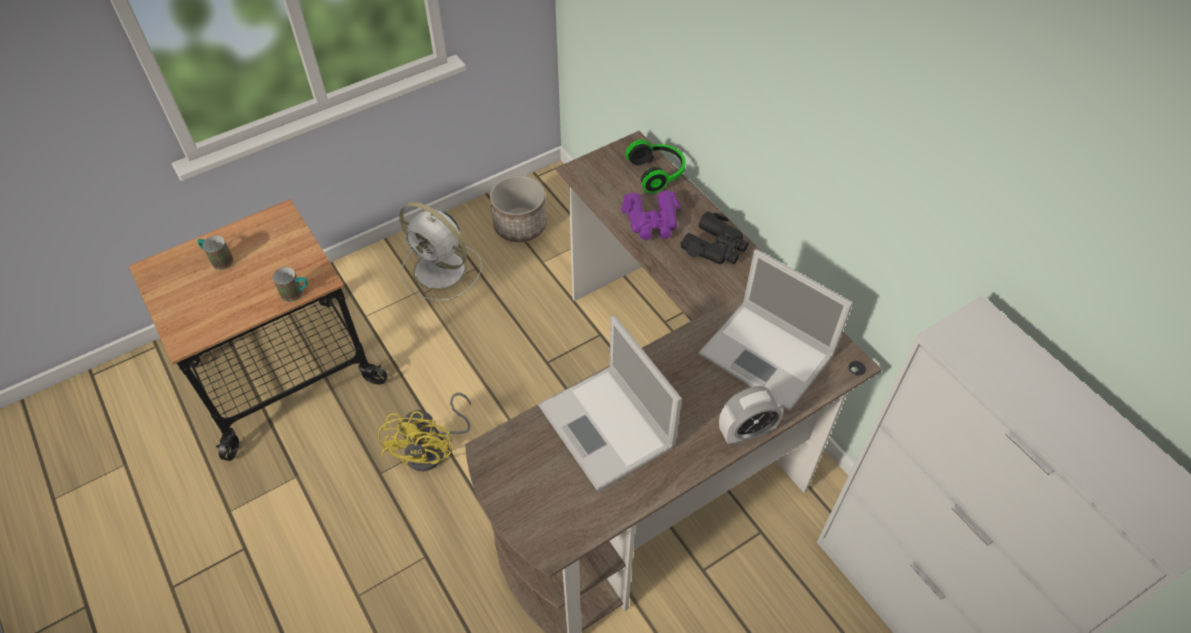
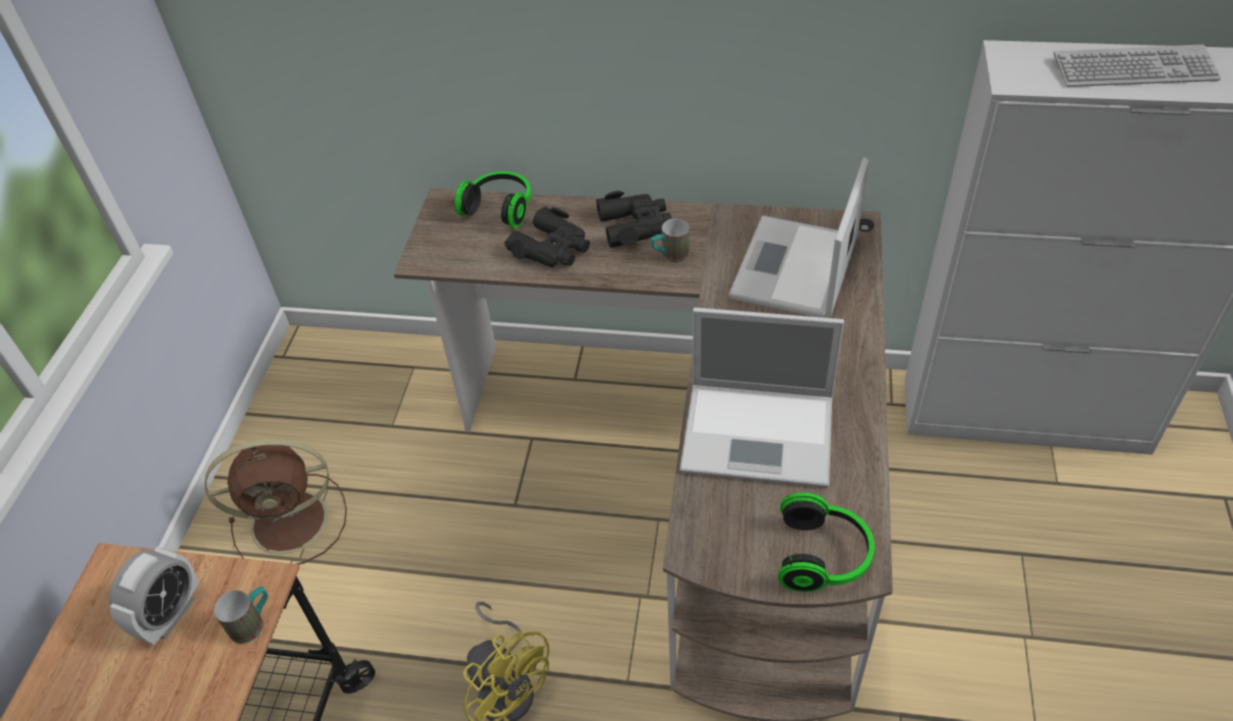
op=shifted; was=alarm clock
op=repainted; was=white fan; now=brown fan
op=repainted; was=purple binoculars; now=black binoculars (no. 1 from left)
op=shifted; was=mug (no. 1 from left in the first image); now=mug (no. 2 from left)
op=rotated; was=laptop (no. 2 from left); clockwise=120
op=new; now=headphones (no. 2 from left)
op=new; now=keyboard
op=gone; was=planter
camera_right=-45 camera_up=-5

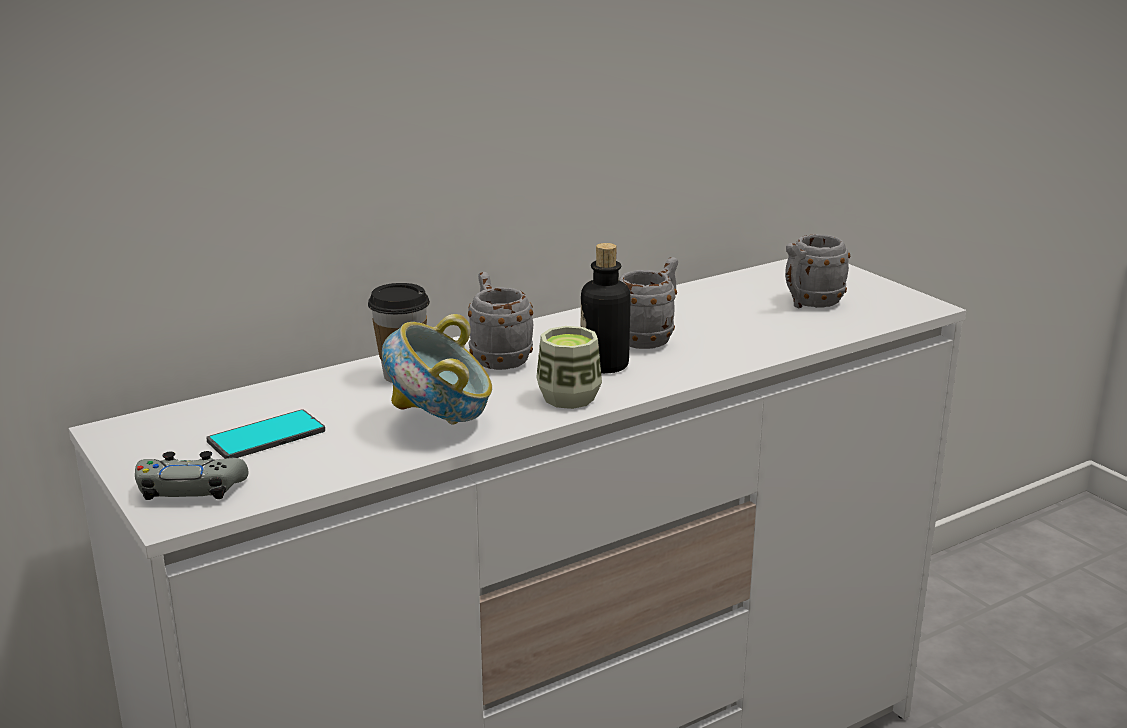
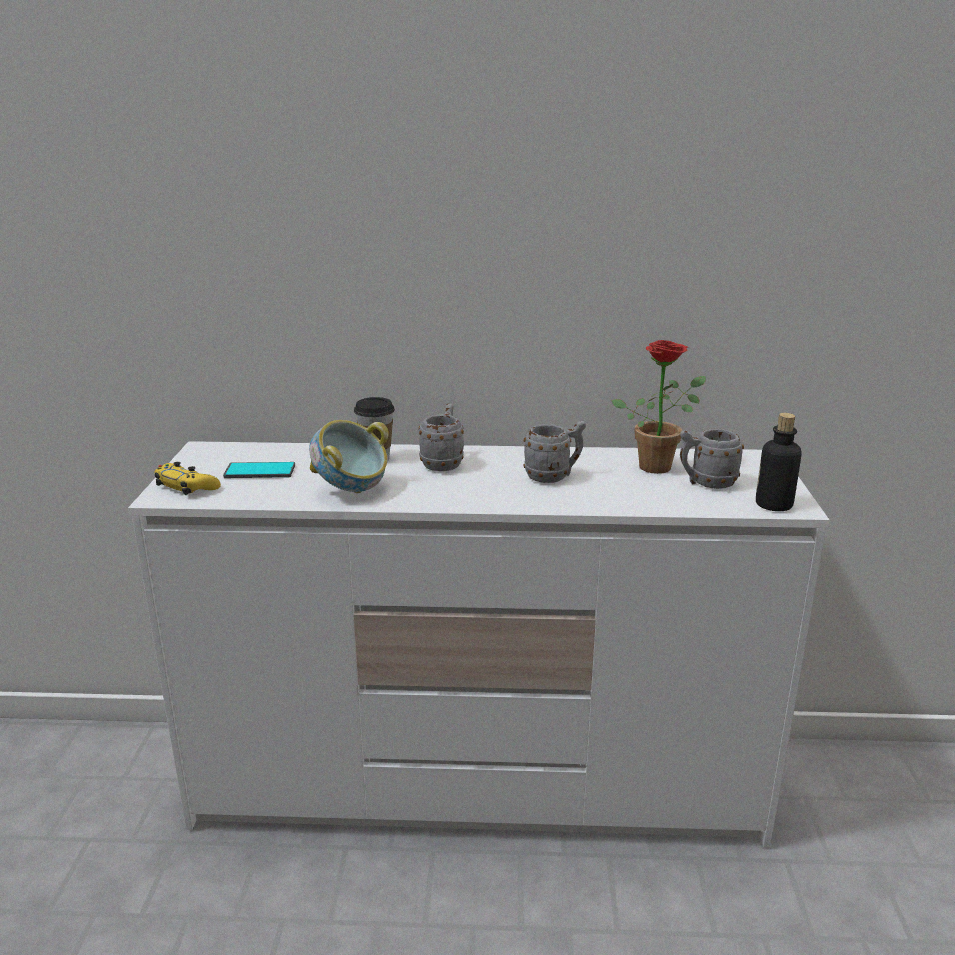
op=repainted; was=grey game controller; now=yellow game controller
op=new; now=potted plant
op=shifted; was=bottle
op=gone; was=cup (no. 2 from left)
camera_right=35 camera_up=0

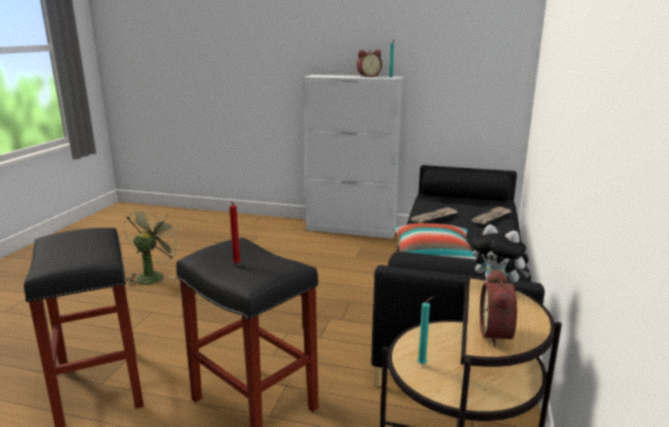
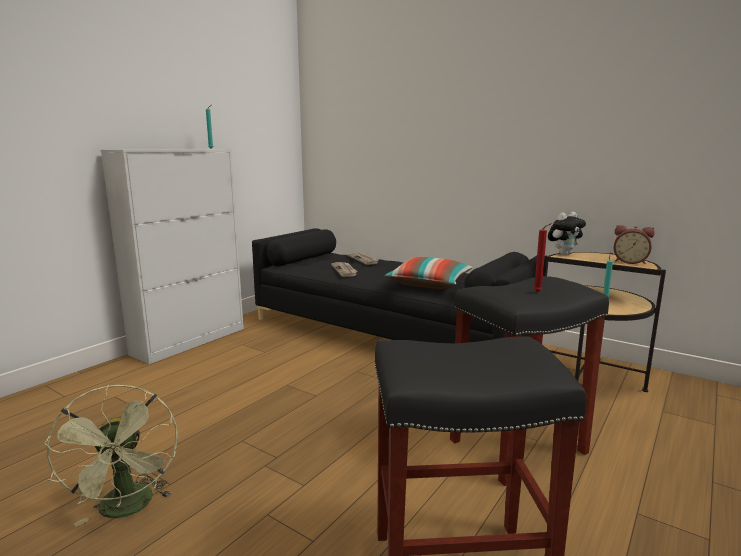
op=rotated; was=green fan; clockwise=-150
op=gone; was=alarm clock (no. 1 from left)
camera_right=-70 camera_up=-5

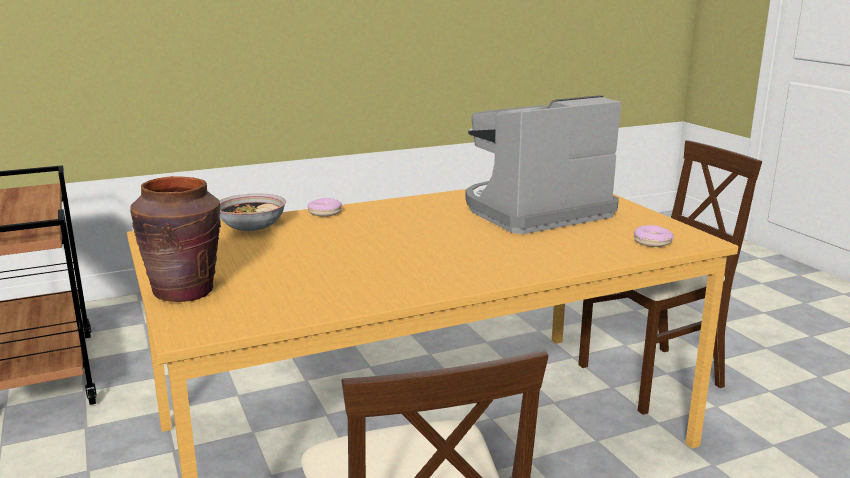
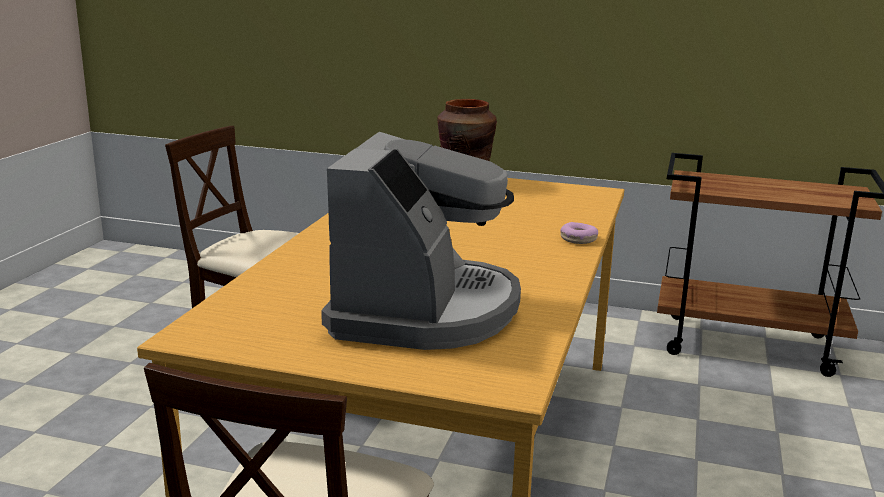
op=gone; was=bowl
op=gone; was=donut (no. 2 from left)
camera_right=130 camera_up=0

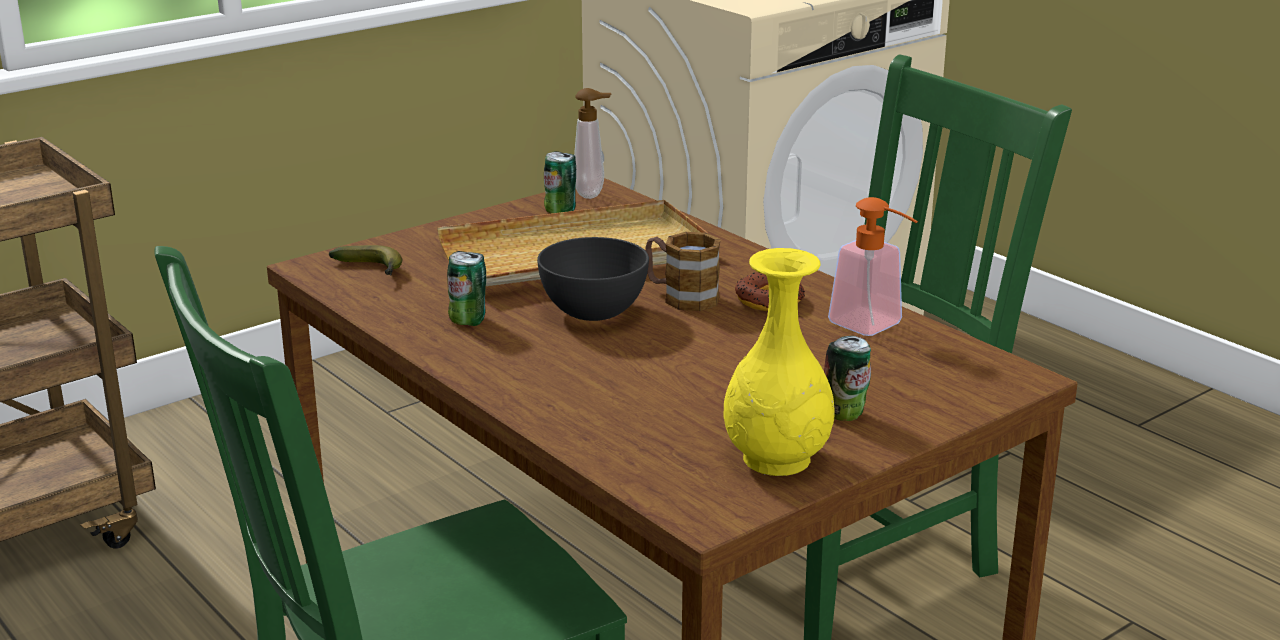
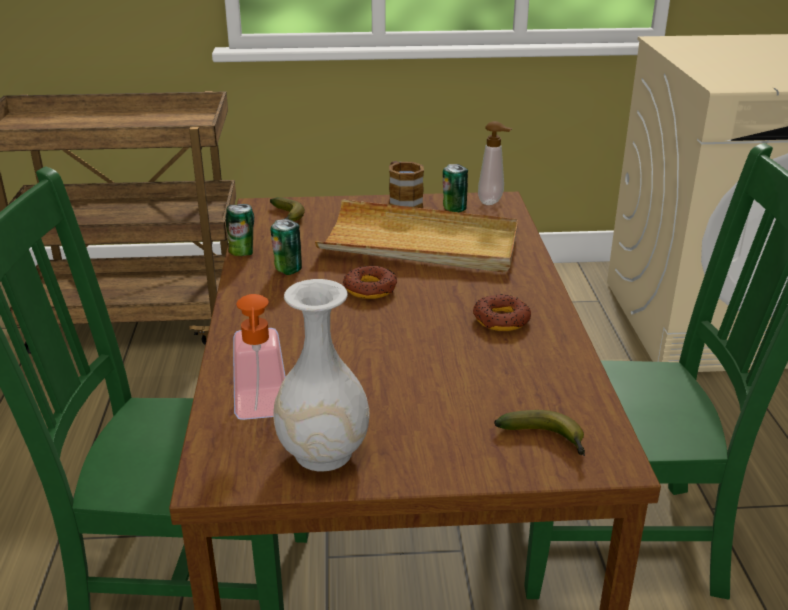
op=shifted; was=can (no. 3 from left in the first image); now=can (no. 1 from left)
op=shifted; was=soap dispenser (no. 2 from left in the first image); now=soap dispenser (no. 1 from left)
op=repainted; was=yellow vase; now=white vase
op=swapped; was=grey bowl; now=donut (no. 1 from left)
op=shifted; was=mug
op=new; now=banana (no. 2 from left)
camera_right=35 camera_up=5

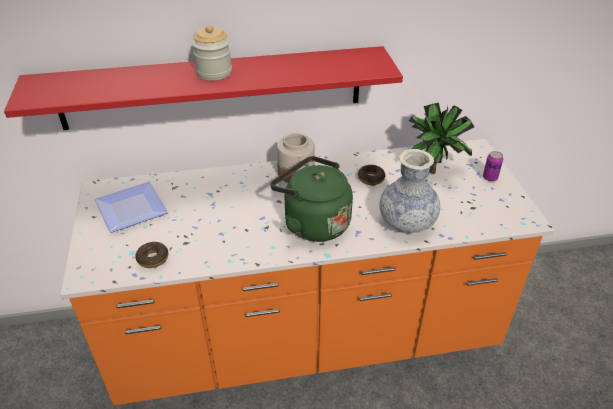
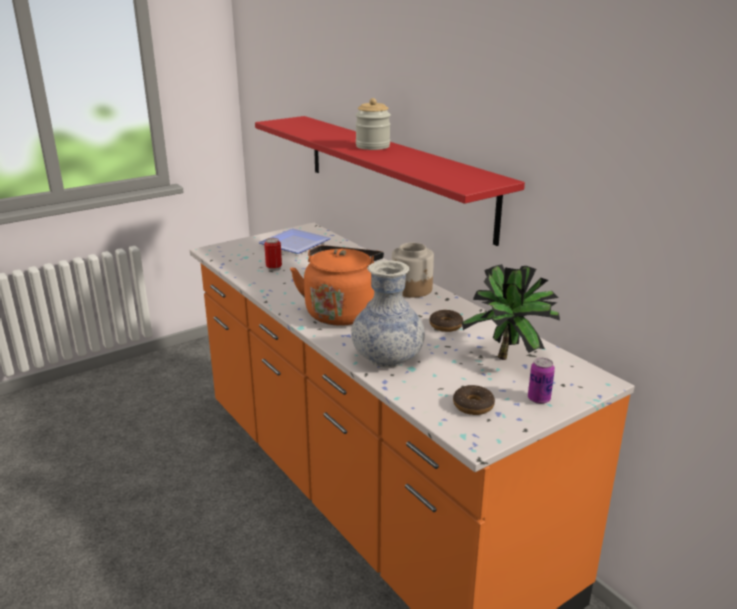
op=new; now=can (no. 1 from left)
op=repainted; was=green kettle; now=orange kettle
op=shifted; was=donut (no. 1 from left in the first image); now=donut (no. 2 from left)
camera_right=65 camera_up=-15

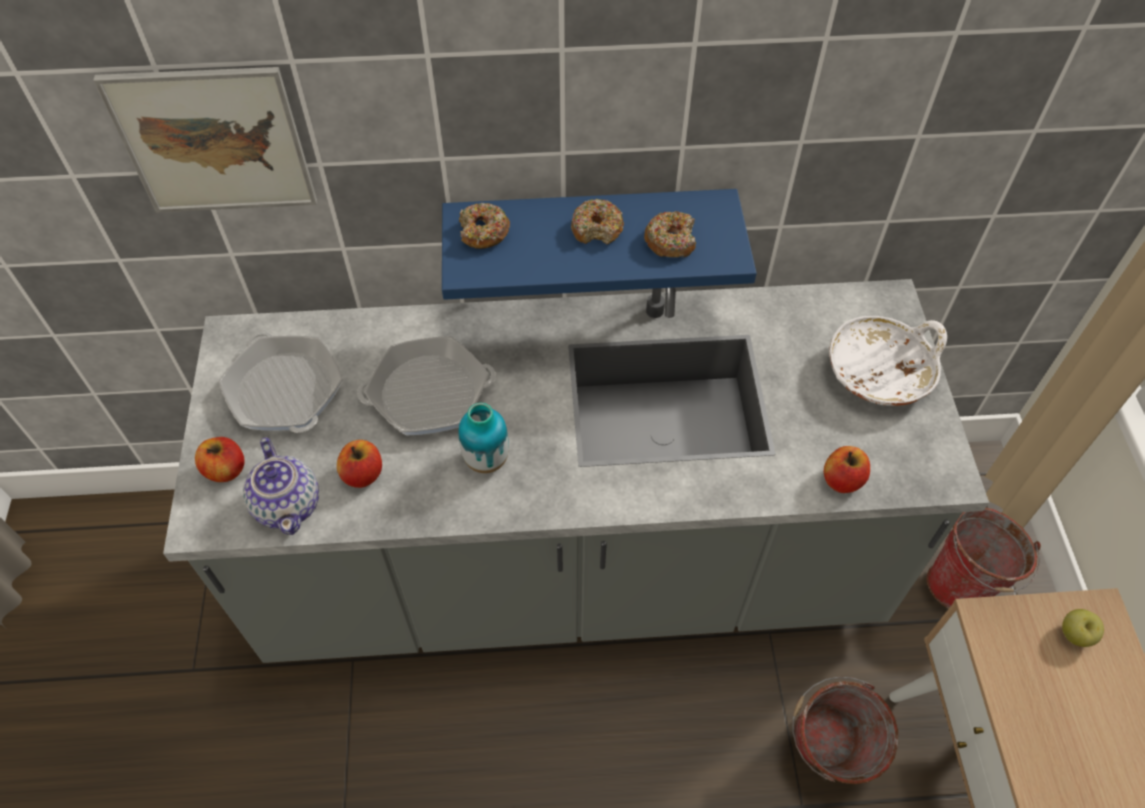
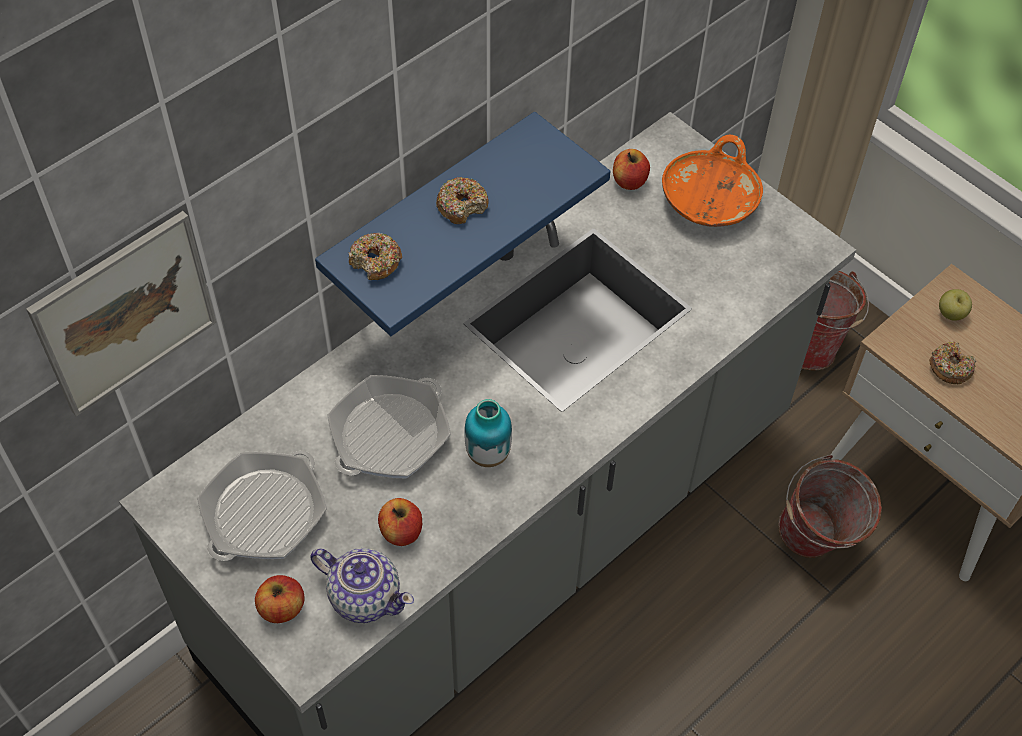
op=rotated; was=frying pan (no. 1 from left); clockwise=-75
op=shifted; was=apple (no. 3 from left)
op=repainted; was=white bowl; now=orange bowl
op=shifted; was=donut (no. 3 from left)
camera_right=-40 camera_up=0

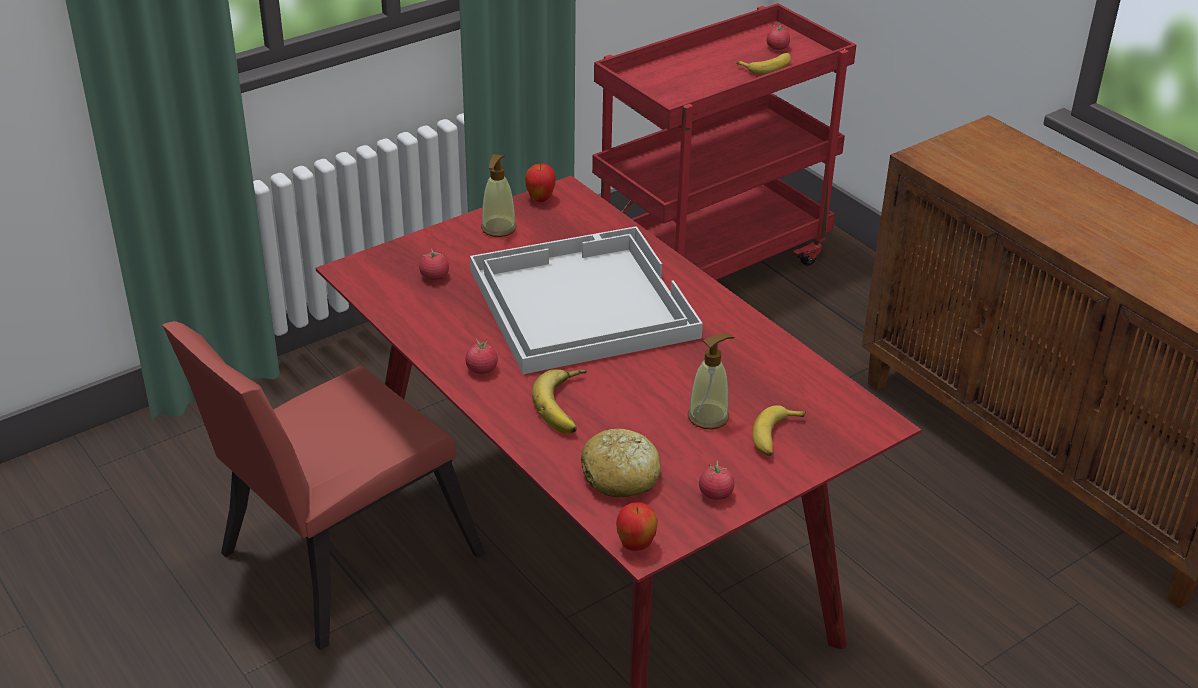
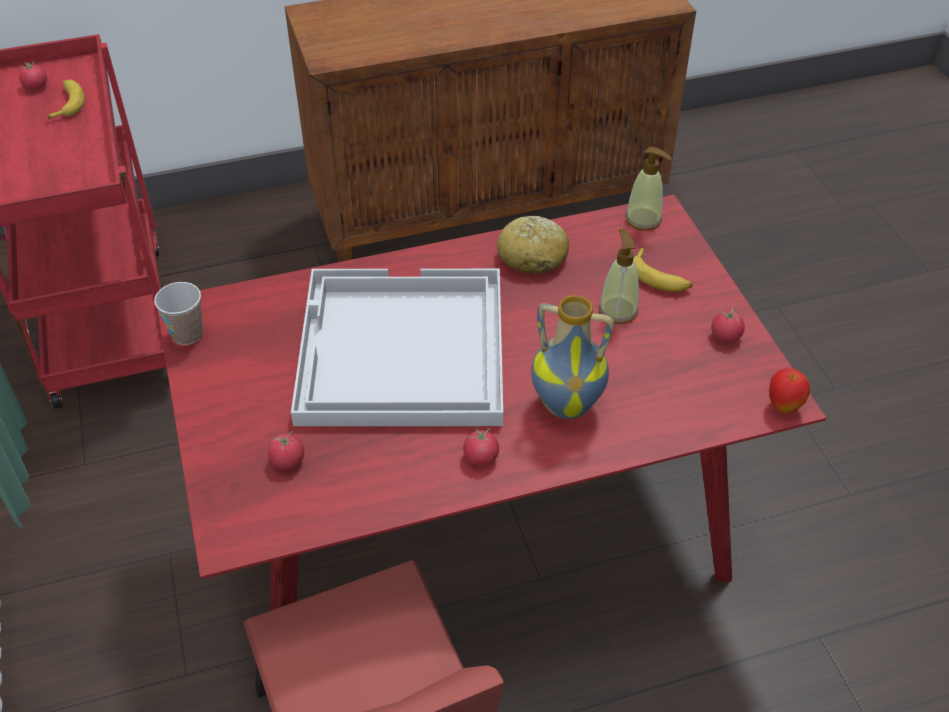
op=swapped; was=apple (no. 1 from left); now=cup
op=shifted; was=bread
op=swapped; was=banana (no. 1 from left); now=vase
op=shifted; was=soap dispenser (no. 1 from left in the first image); now=soap dispenser (no. 2 from left)
camera_right=-70 camera_up=10

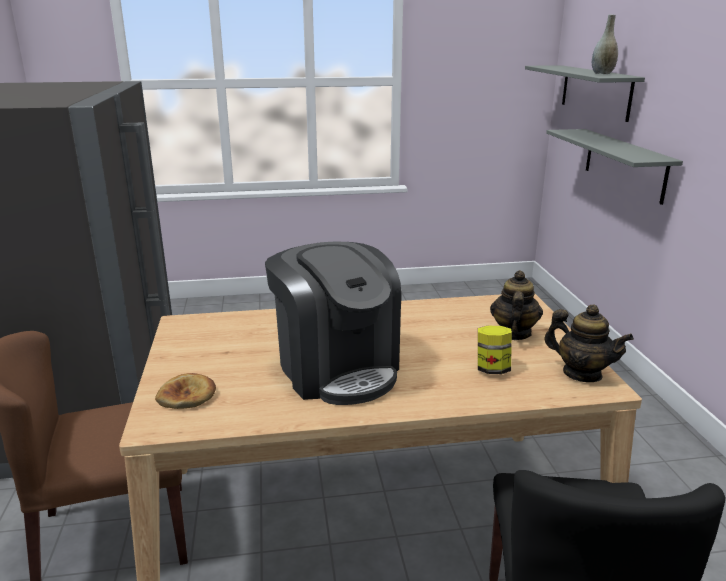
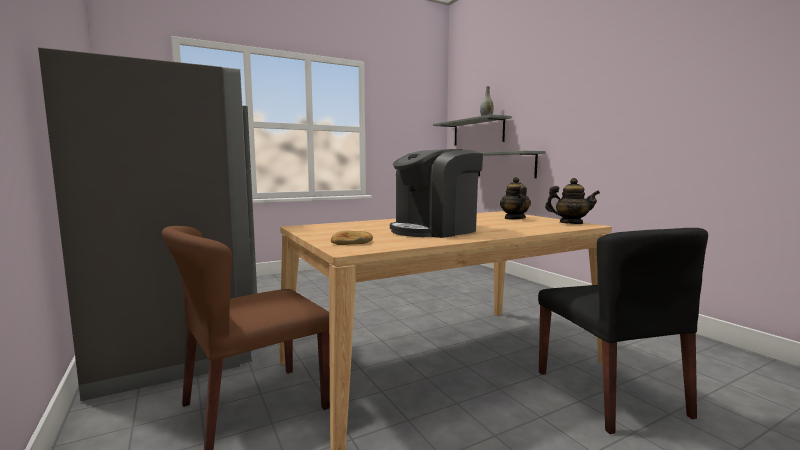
op=rotated; was=coffee machine; clockwise=105
op=gone; was=jar
camera_right=-20 camera_up=-15

